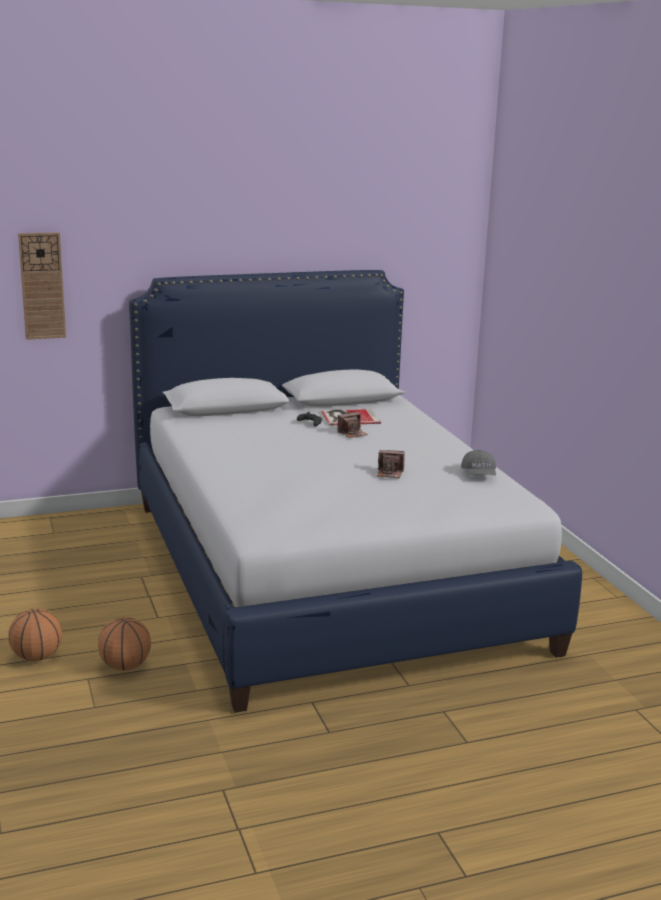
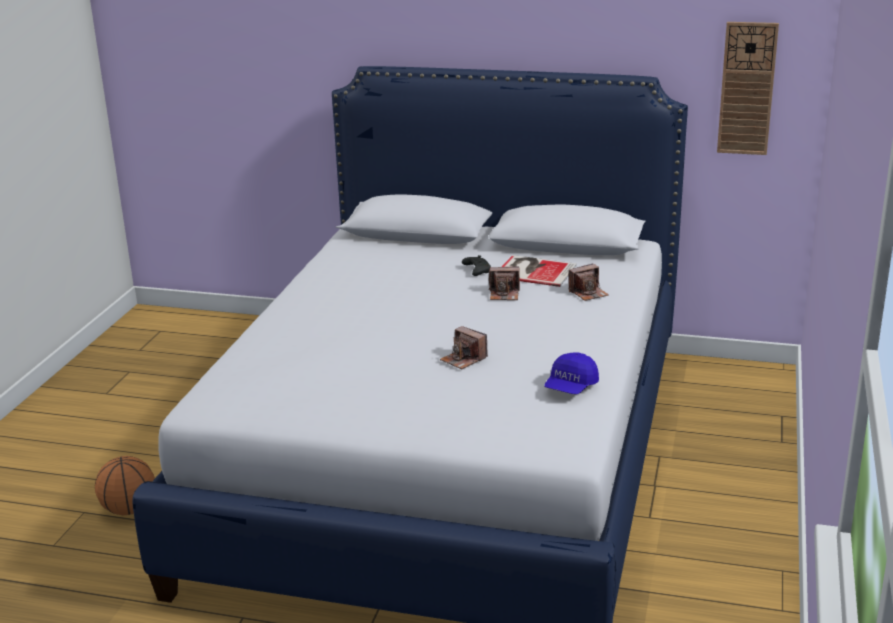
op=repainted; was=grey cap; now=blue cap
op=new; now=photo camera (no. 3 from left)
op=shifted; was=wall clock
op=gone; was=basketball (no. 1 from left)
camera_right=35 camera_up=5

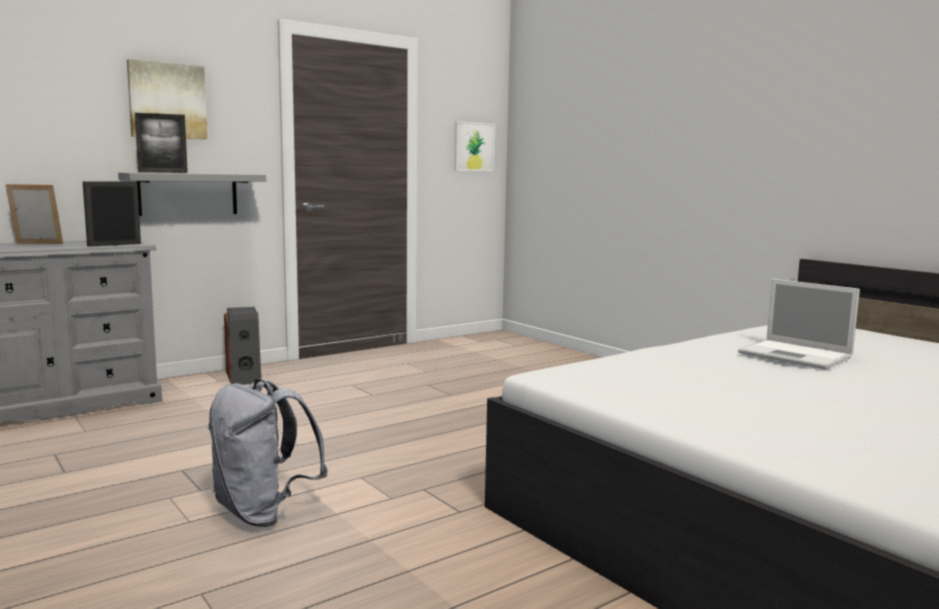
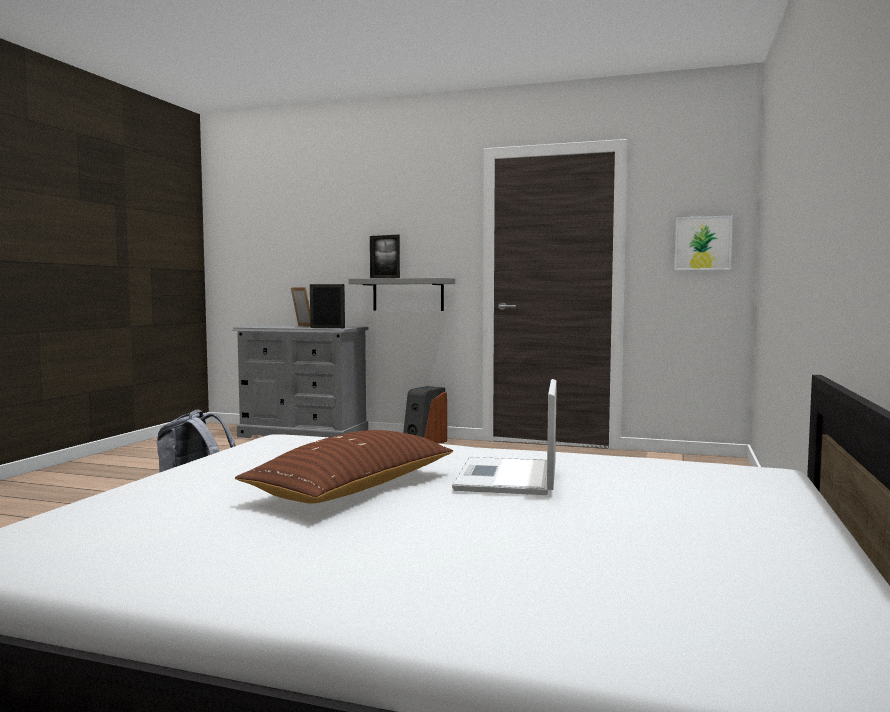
op=new; now=brown pillow
op=gone; was=picture (no. 1 from left)
camera_right=55 camera_up=-5

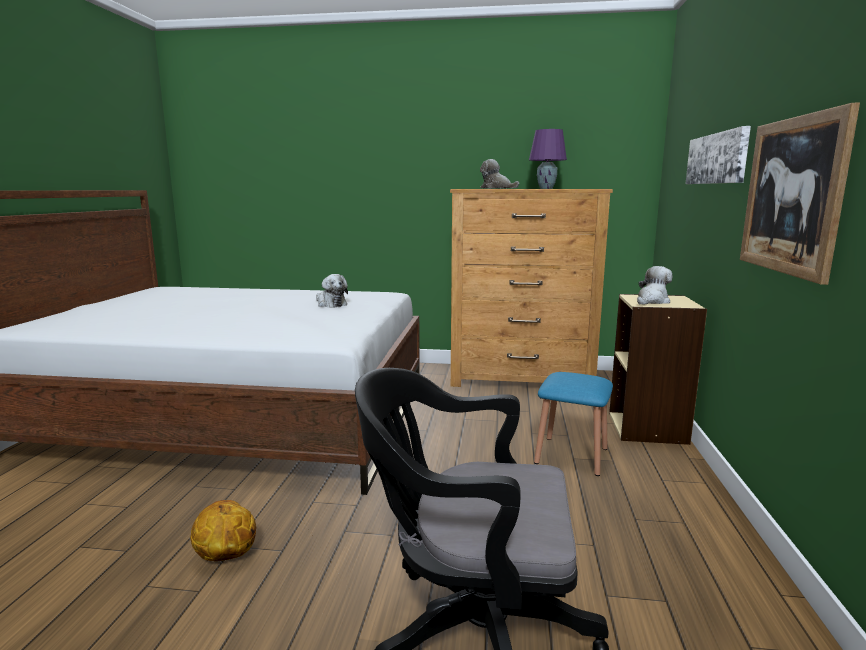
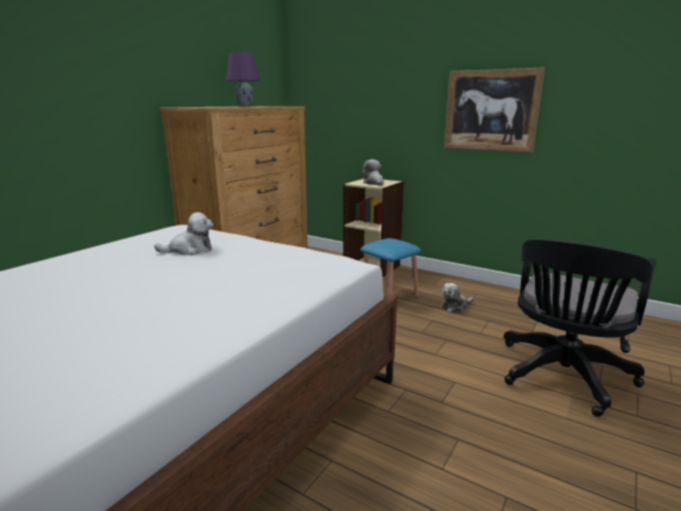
op=shifted; was=plush toy (no. 2 from left in the first image); now=plush toy (no. 3 from left)
op=gone; was=basketball
op=gone; was=picture (no. 1 from left)
camera_right=-65 camera_up=5

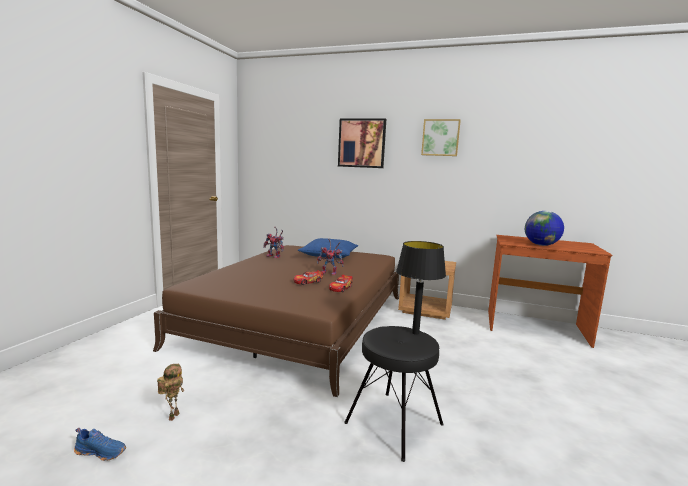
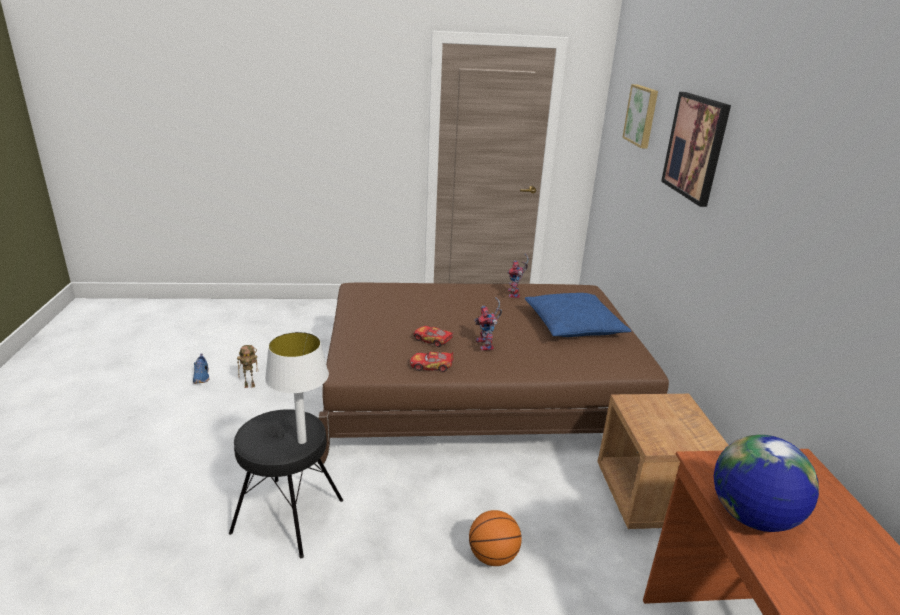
op=repainted; was=black table lamp; now=white table lamp
op=new; now=basketball
op=shifted; was=picture (no. 2 from left in the first image); now=picture (no. 1 from left)
camera_right=65 camera_up=15

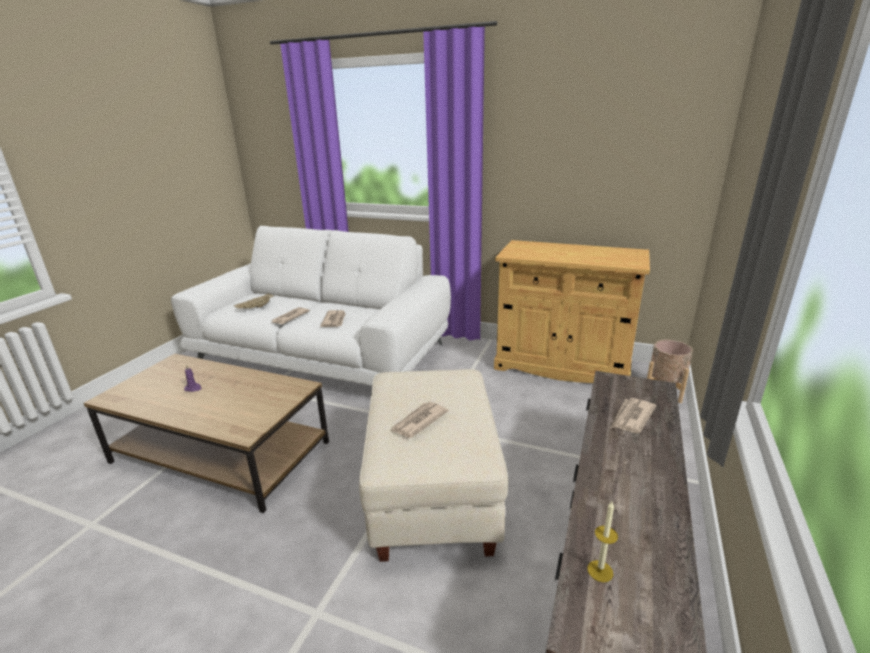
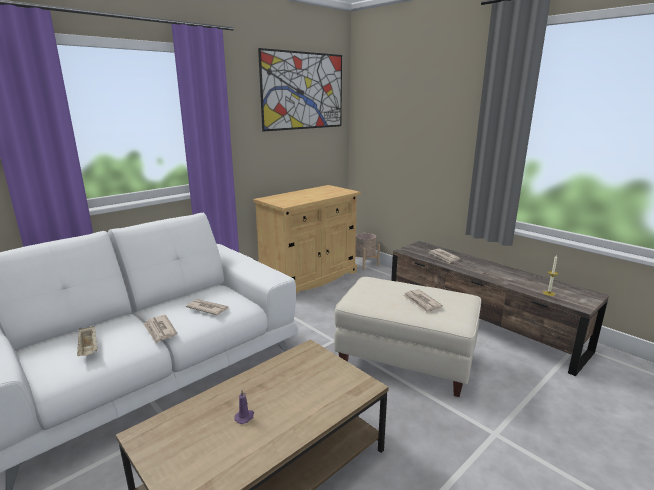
op=new; now=picture
camera_right=-65 camera_up=-5

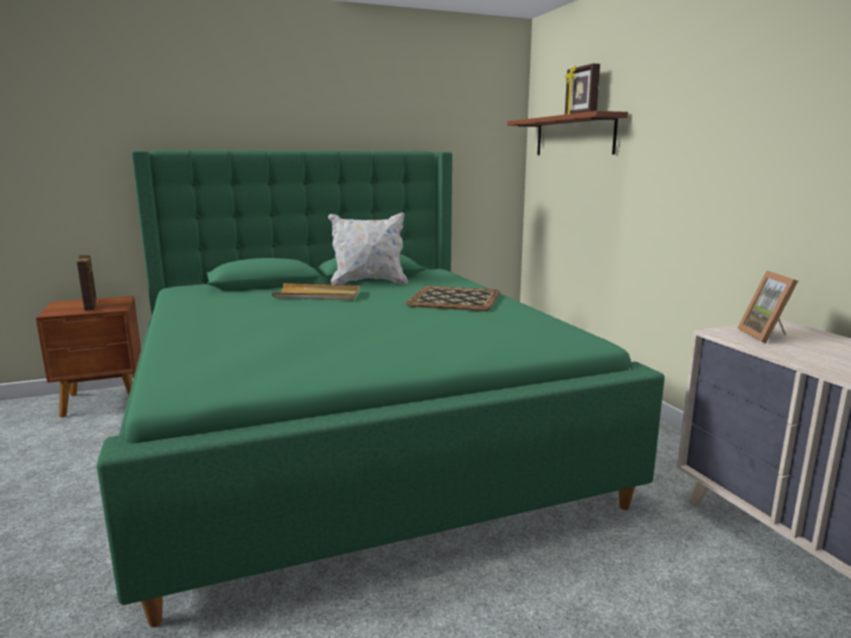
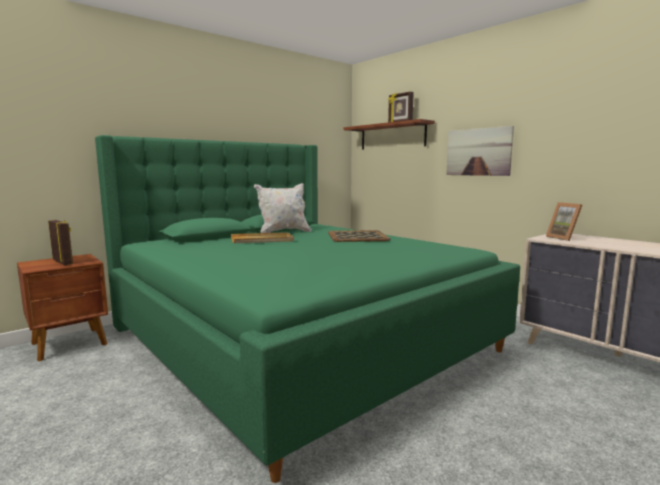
op=new; now=picture
camera_right=-20 camera_up=-5

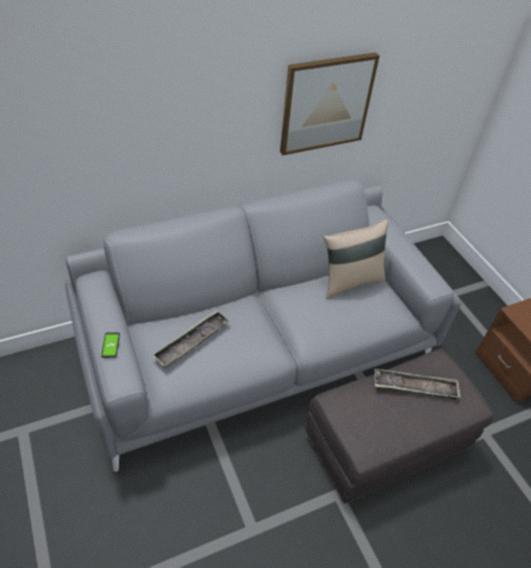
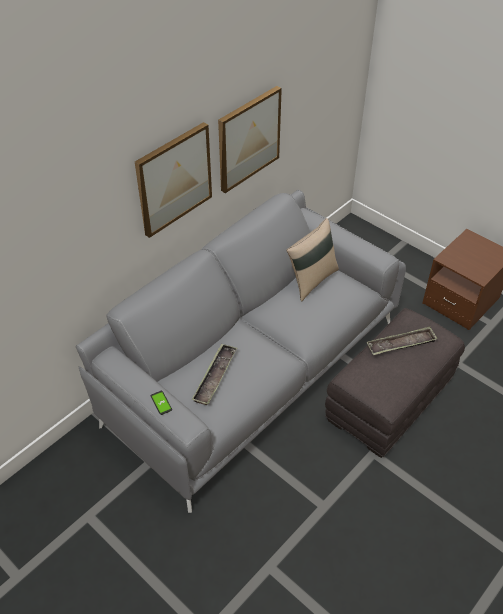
op=new; now=picture (no. 1 from left)
camera_right=-20 camera_up=0

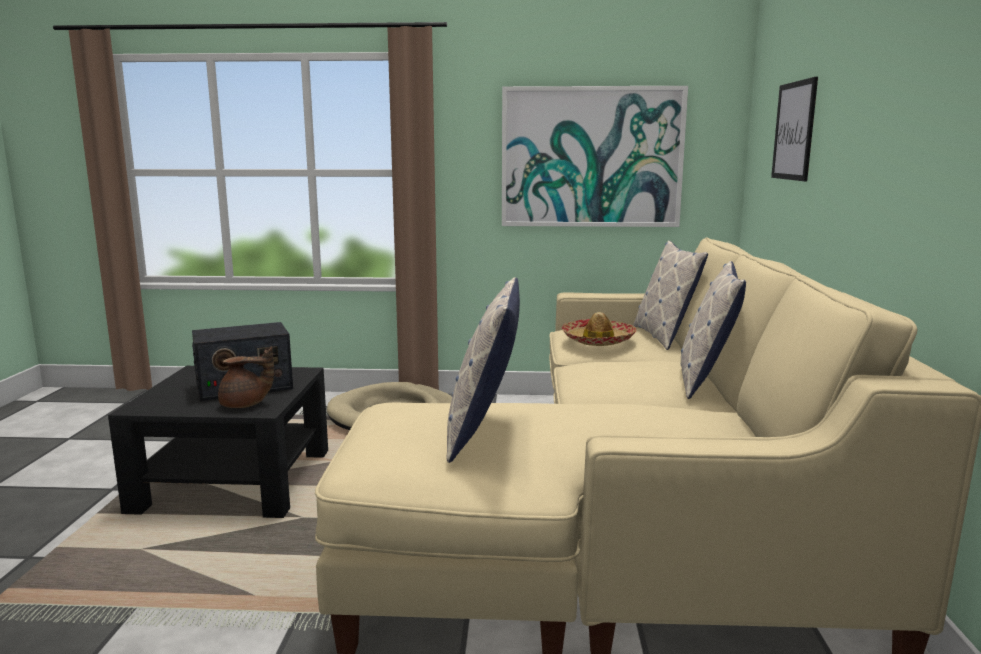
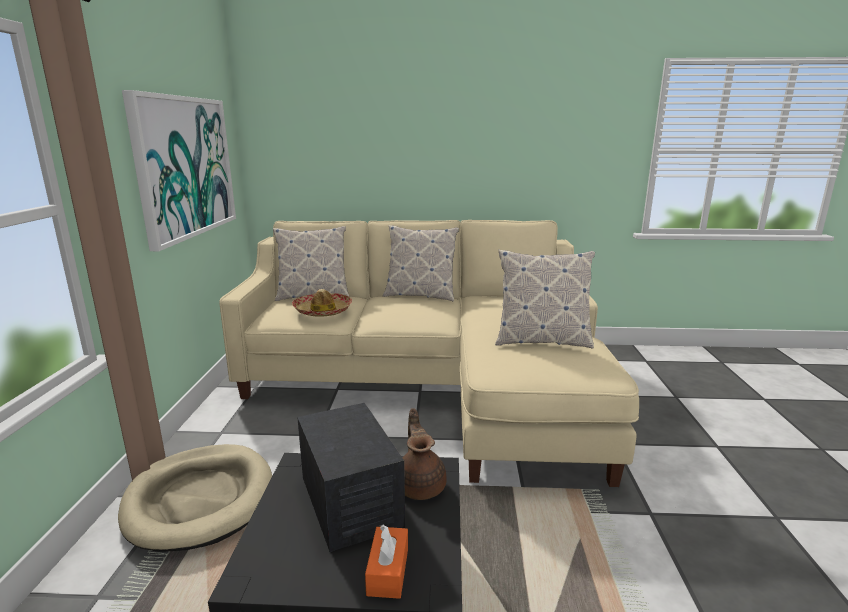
op=new; now=orange tissue box
op=gone; was=picture (no. 2 from left)
camera_right=-90 camera_up=5

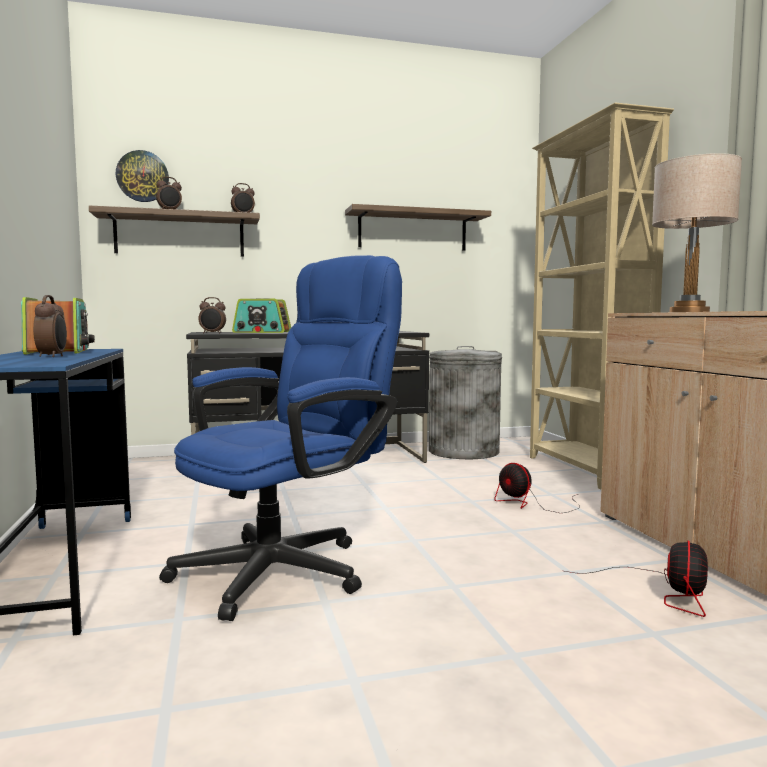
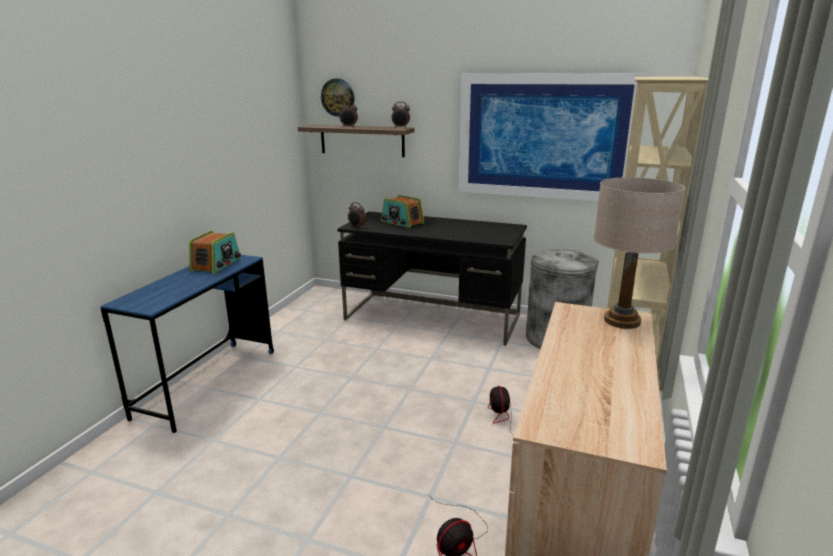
op=swapped; was=shelf (no. 2 from left); now=picture
op=gone; was=alarm clock (no. 1 from left)
op=gone; was=blue office chair
camera_right=35 camera_up=15

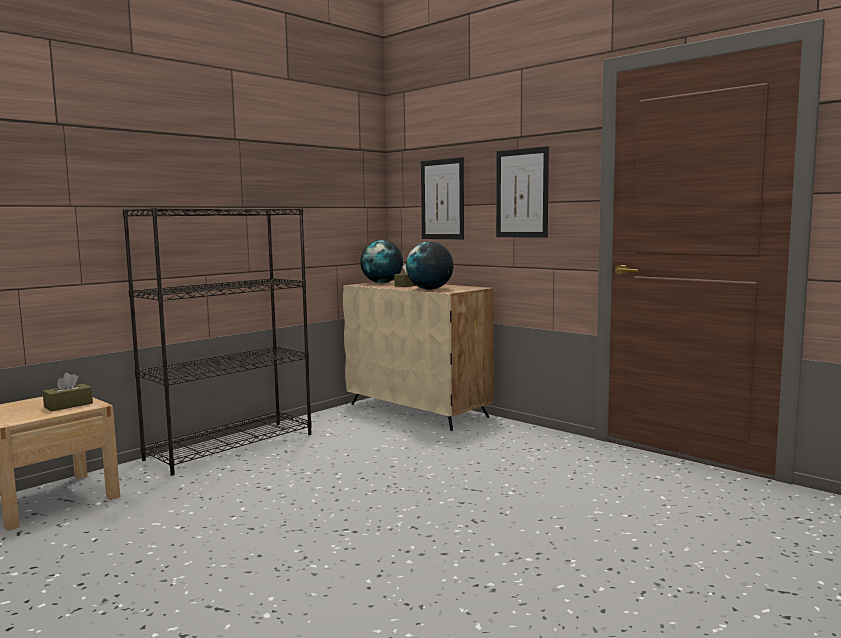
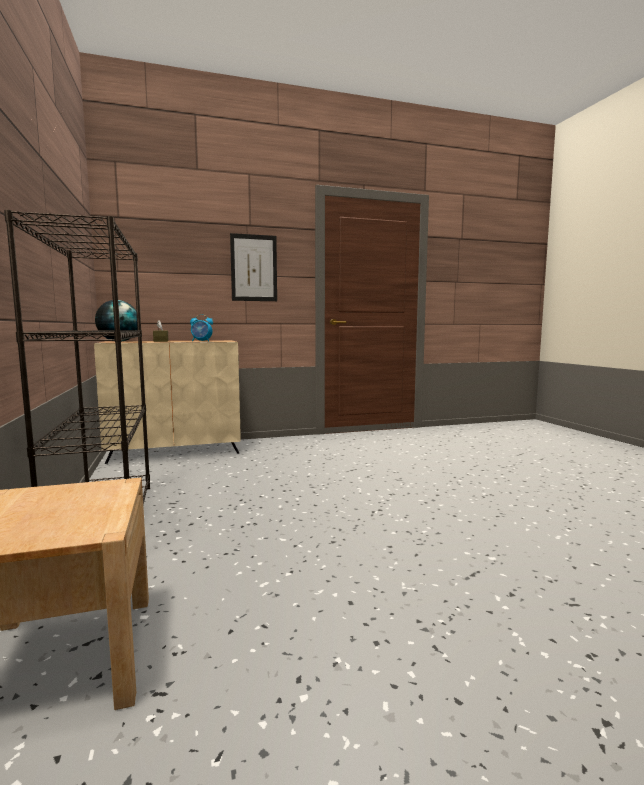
op=swapped; was=globe (no. 2 from left); now=alarm clock
op=gone; was=brown tissue box (no. 1 from left)
op=gone; was=picture (no. 1 from left)
camera_right=-60 camera_up=0

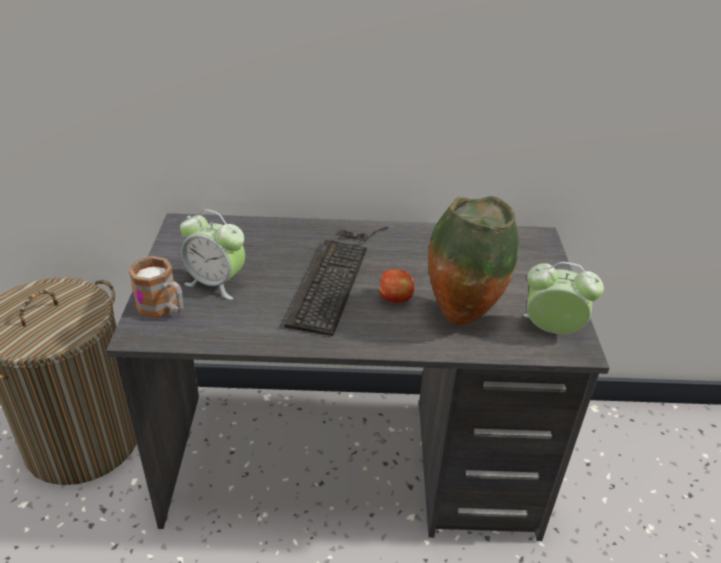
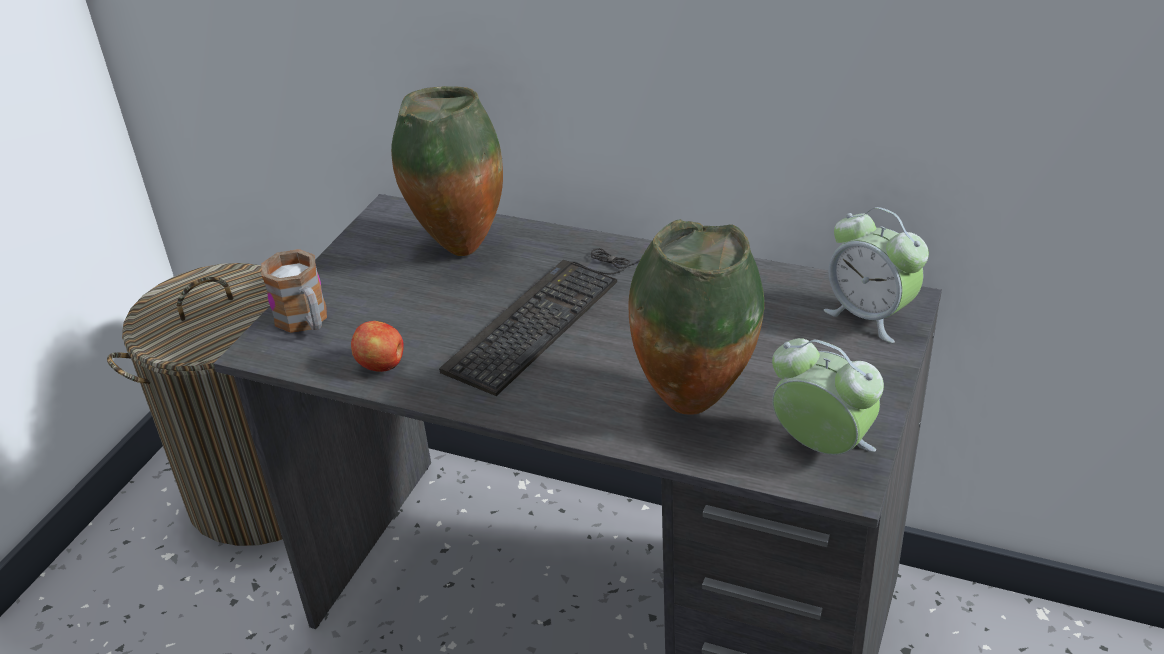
op=shifted; was=apple
op=new; now=vase (no. 1 from left)
op=shifted; was=alarm clock (no. 1 from left in the first image); now=alarm clock (no. 2 from left)
camera_right=25 camera_up=0

